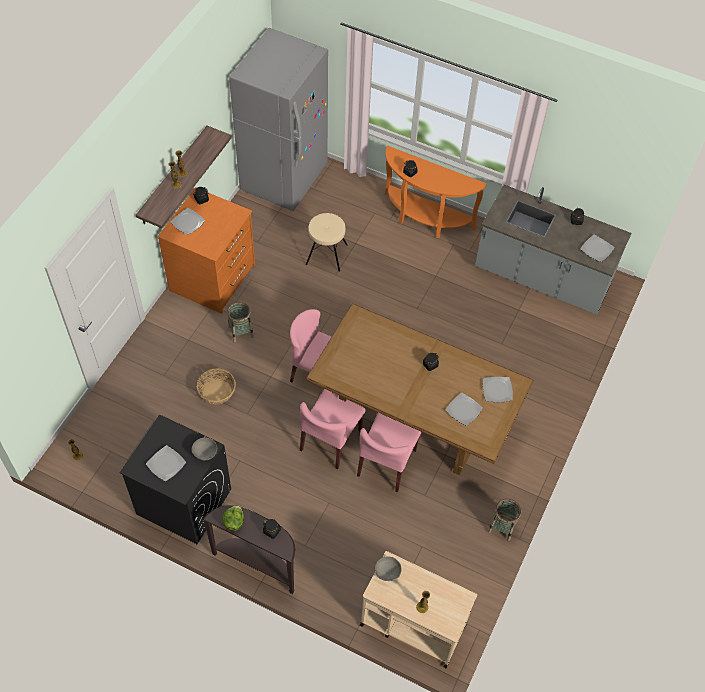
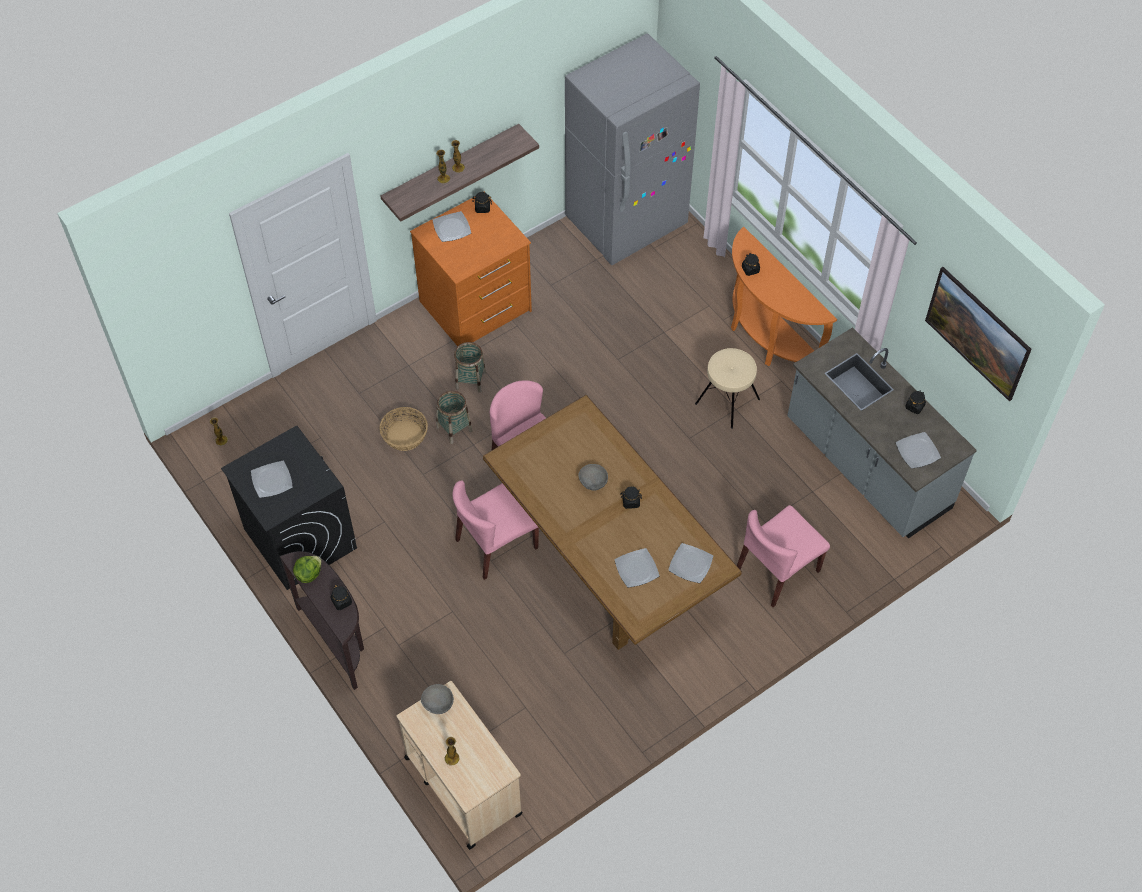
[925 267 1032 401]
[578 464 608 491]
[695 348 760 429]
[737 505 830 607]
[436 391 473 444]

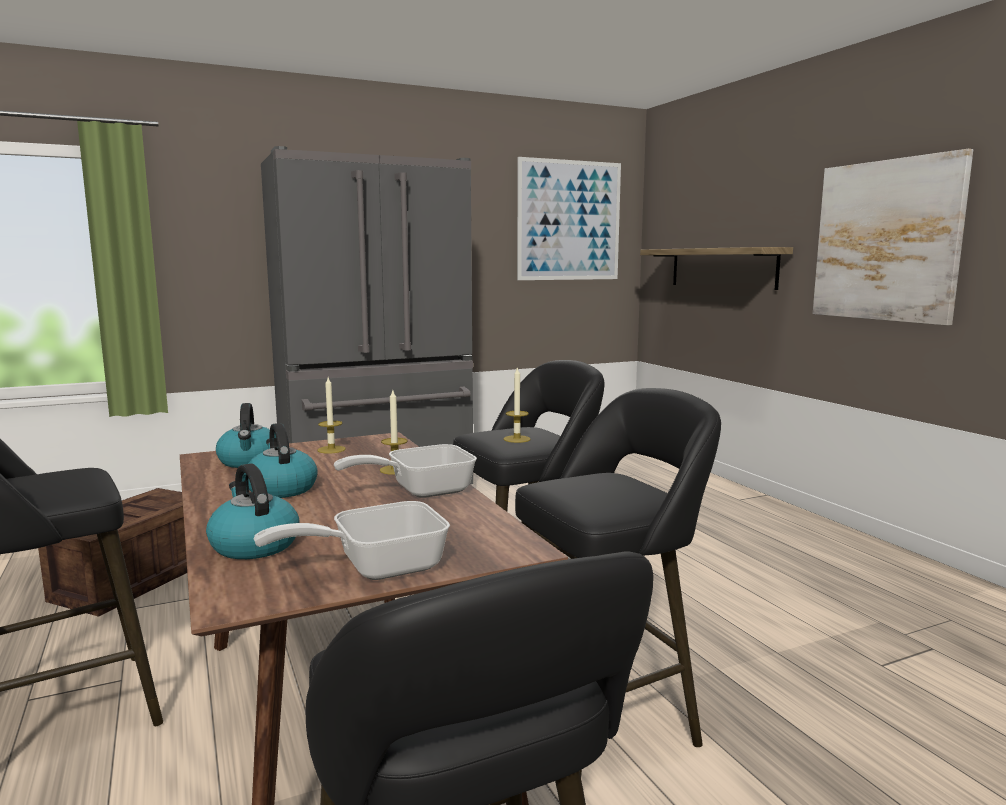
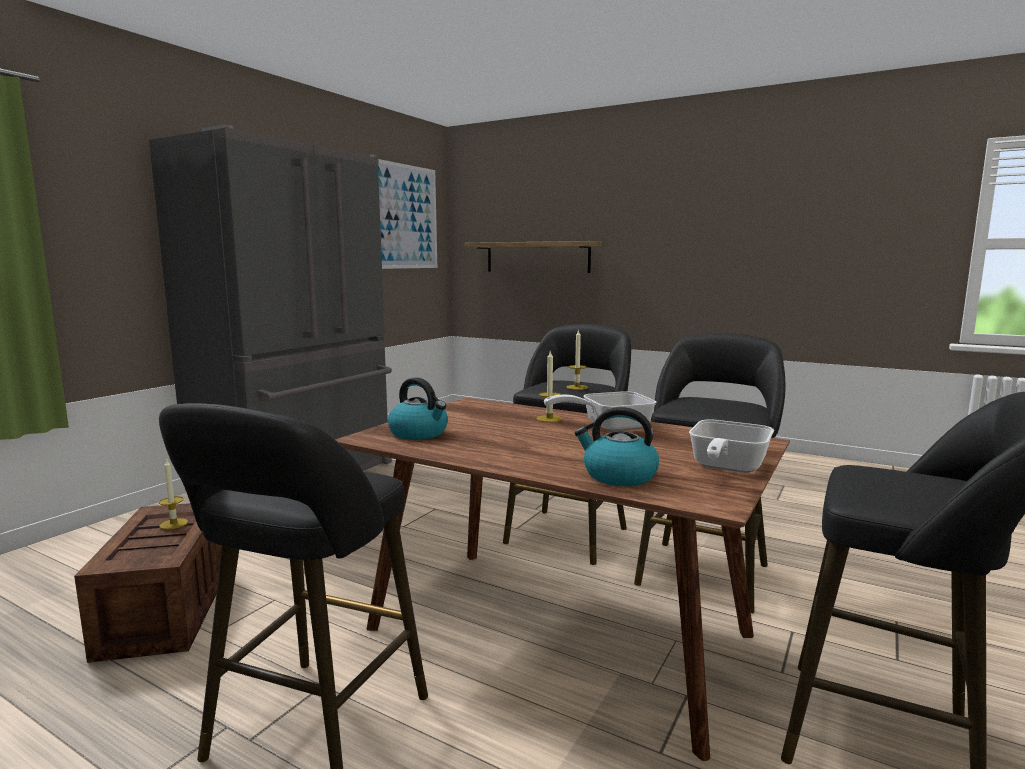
[248 423 318 498] (first image)
[813 149 973 325] (first image)
[159 458 188 530]
[544 391 656 431]

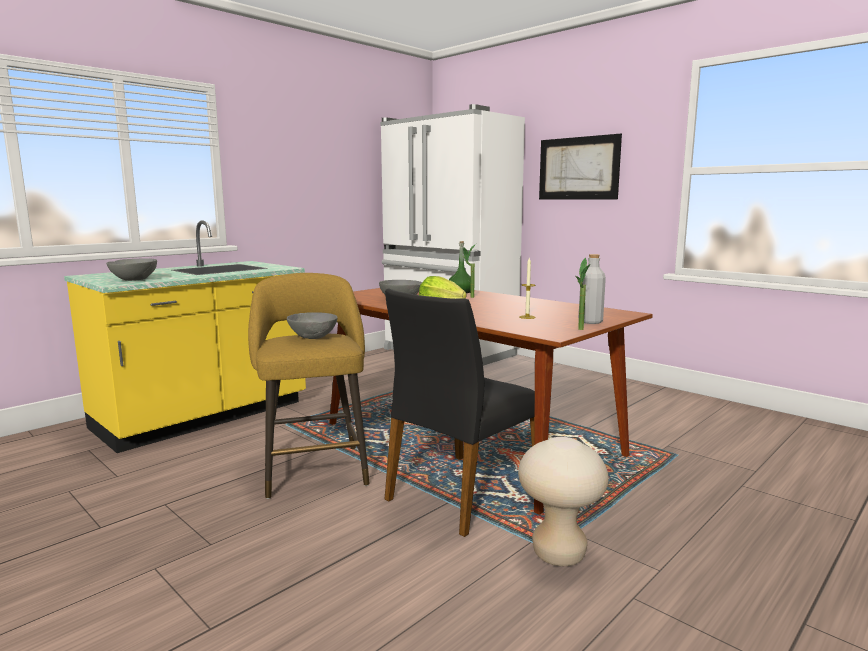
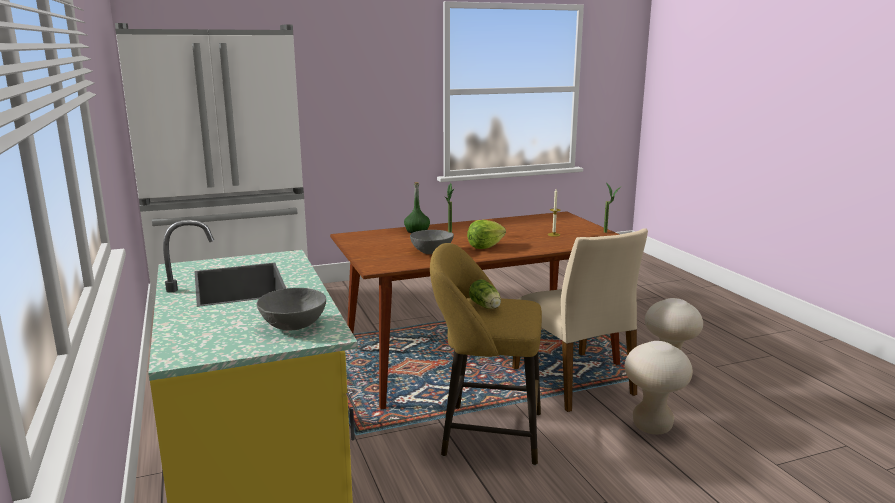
[539 134 622 200] (first image)
[579 254 606 324] (first image)
[625 341 693 434]
[469 279 501 309]
[512 228 648 412]

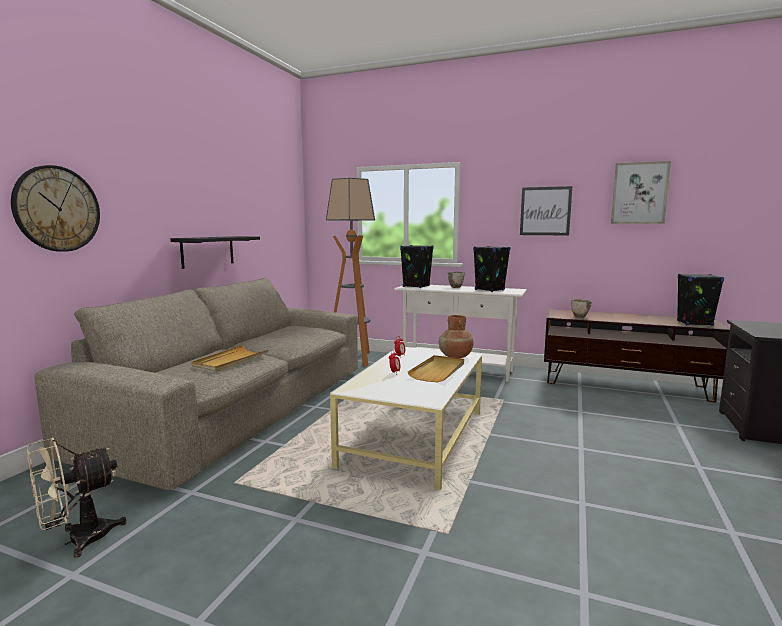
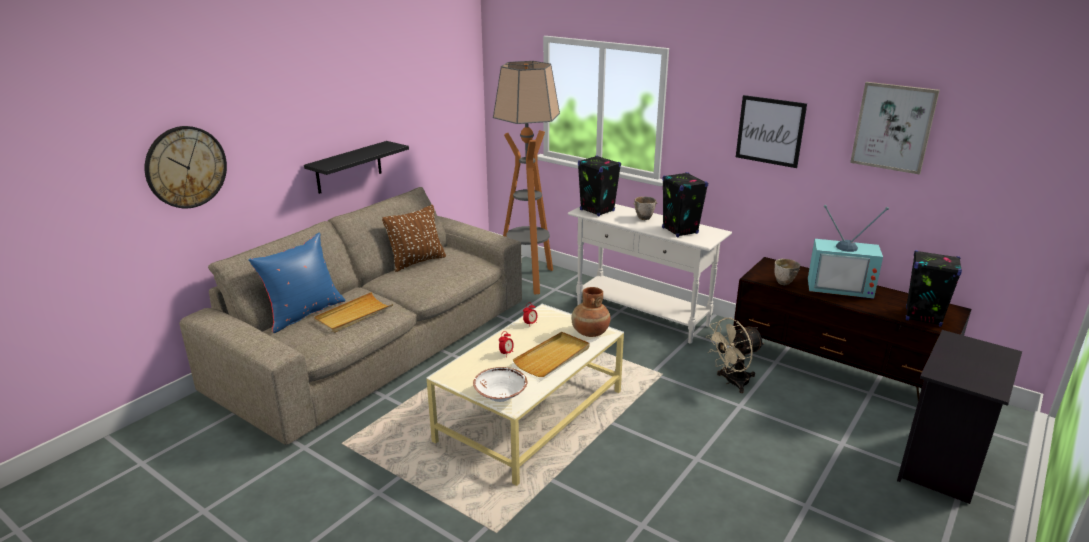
[248 233 346 333]
[382 205 446 272]
[473 367 527 402]
[808 205 889 299]
[706 318 765 393]

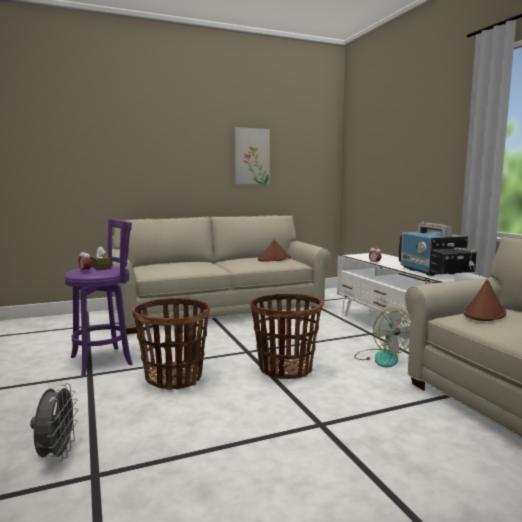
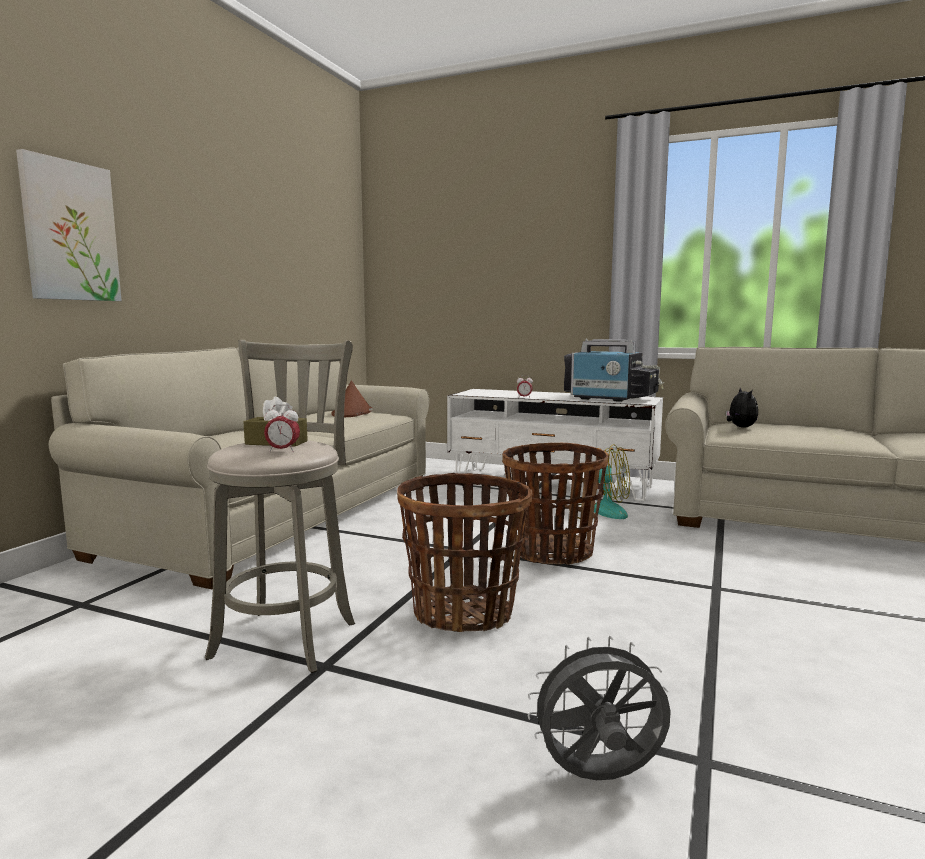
[16 149 122 301]
[726 387 758 428]
[205 340 355 673]
[528 636 671 780]

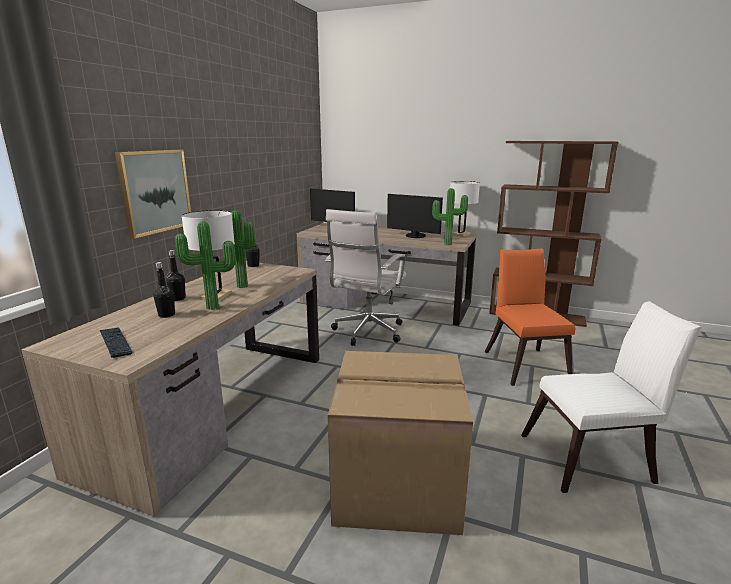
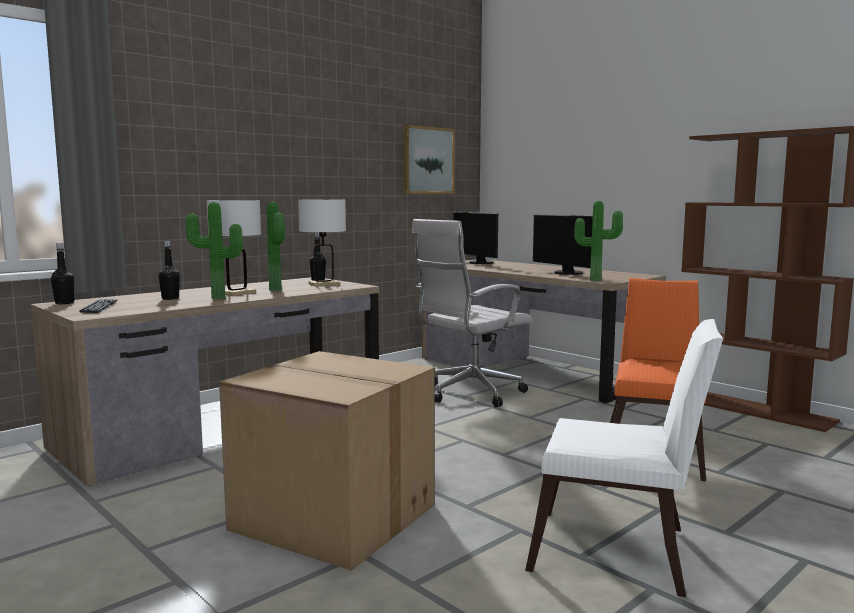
[404 125 455 194]
[51 243 75 304]
[298 200 346 286]

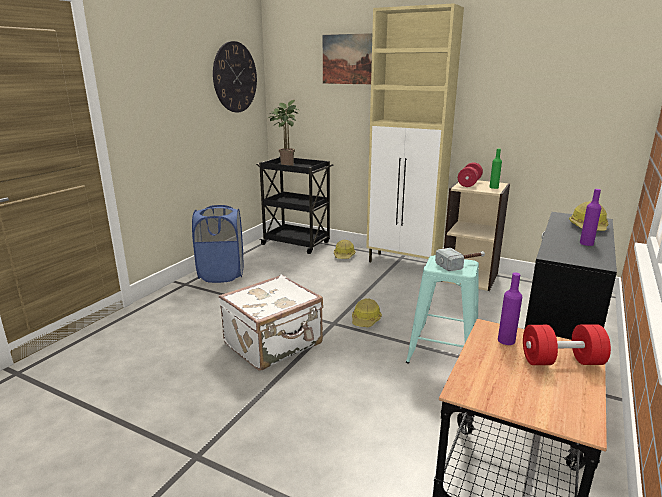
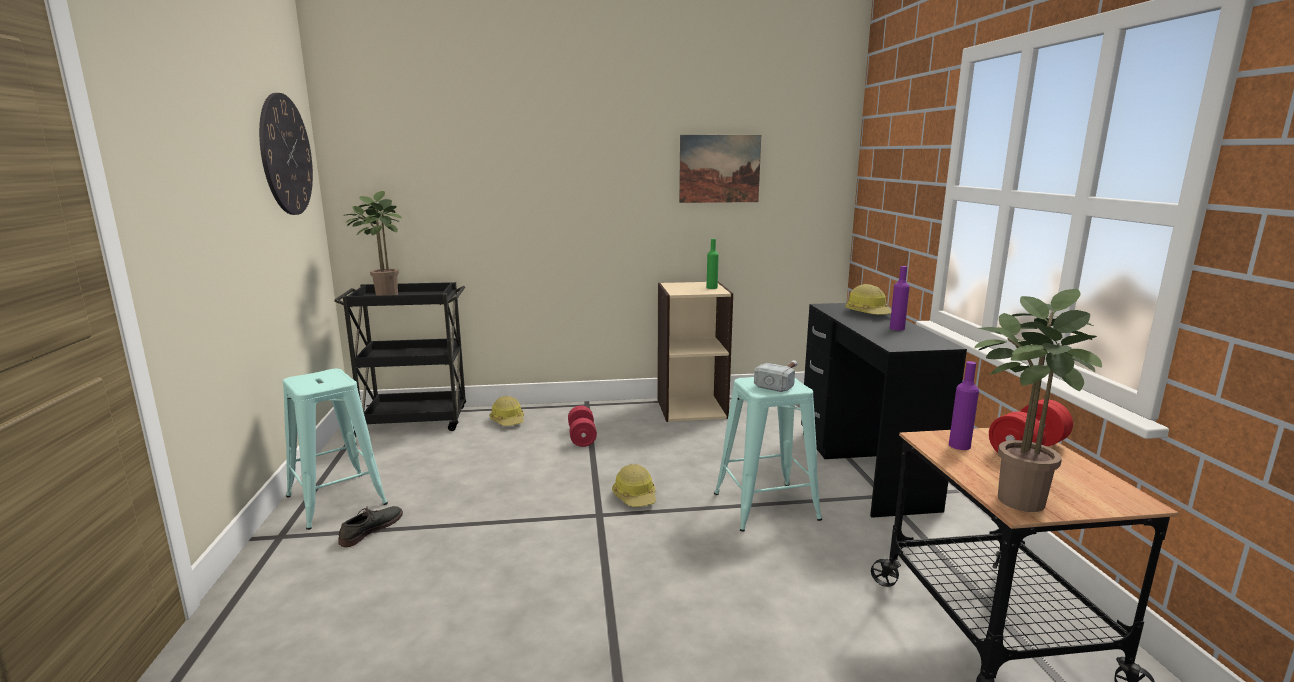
[218 275 323 371] (first image)
[366 3 464 262] (first image)
[338 506 403 547]
[974 289 1102 512]
[679 135 761 203]
[568 406 597 447]
[283 369 388 530]

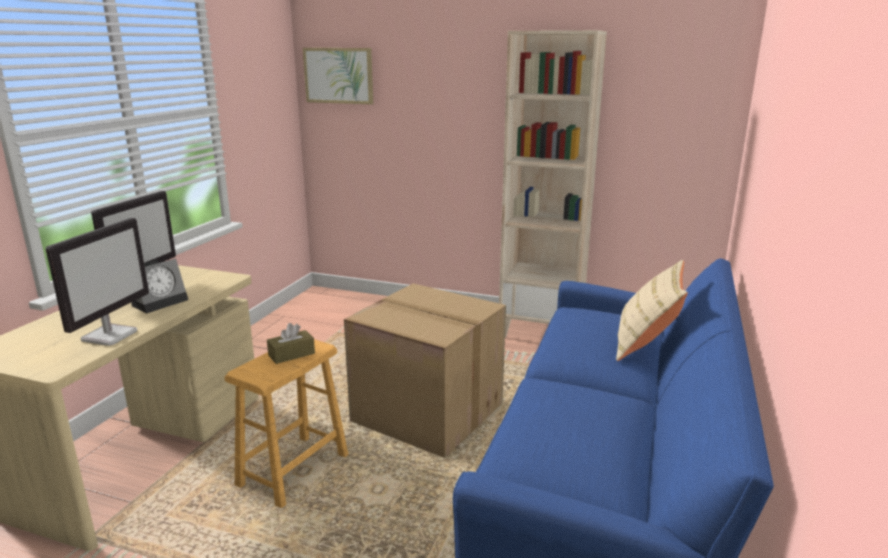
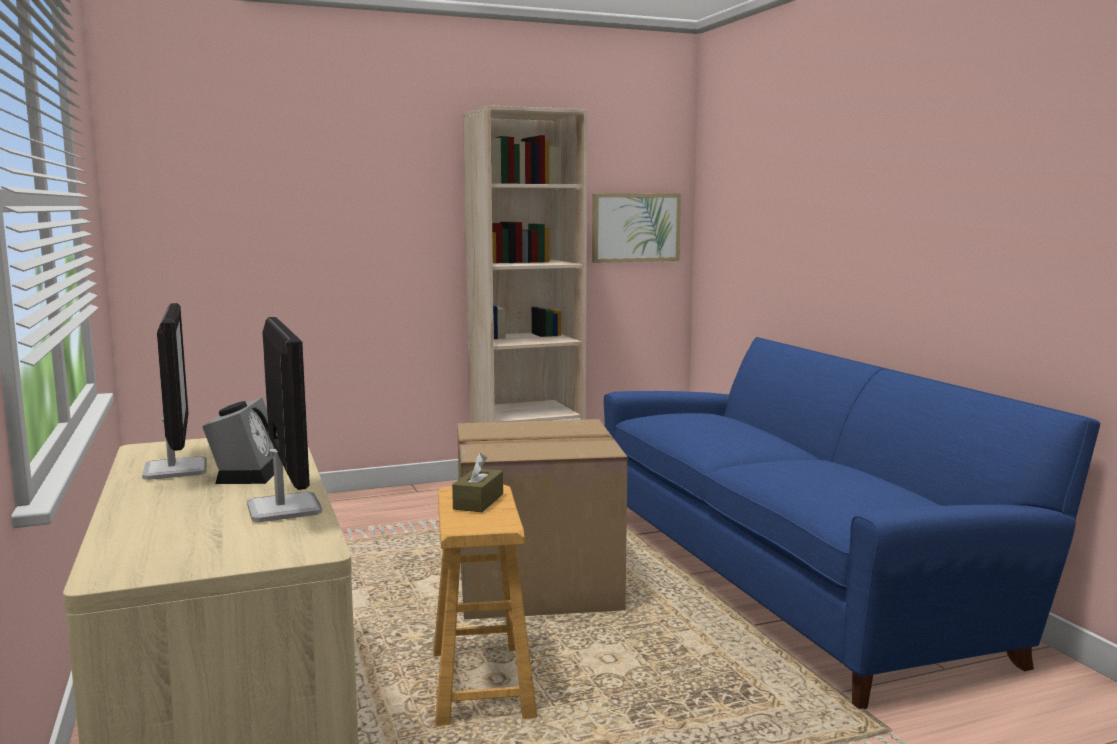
[616 260 688 361] (first image)
[592 193 681 263]

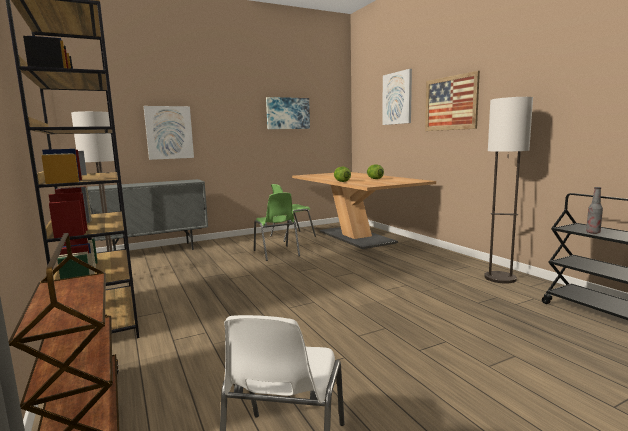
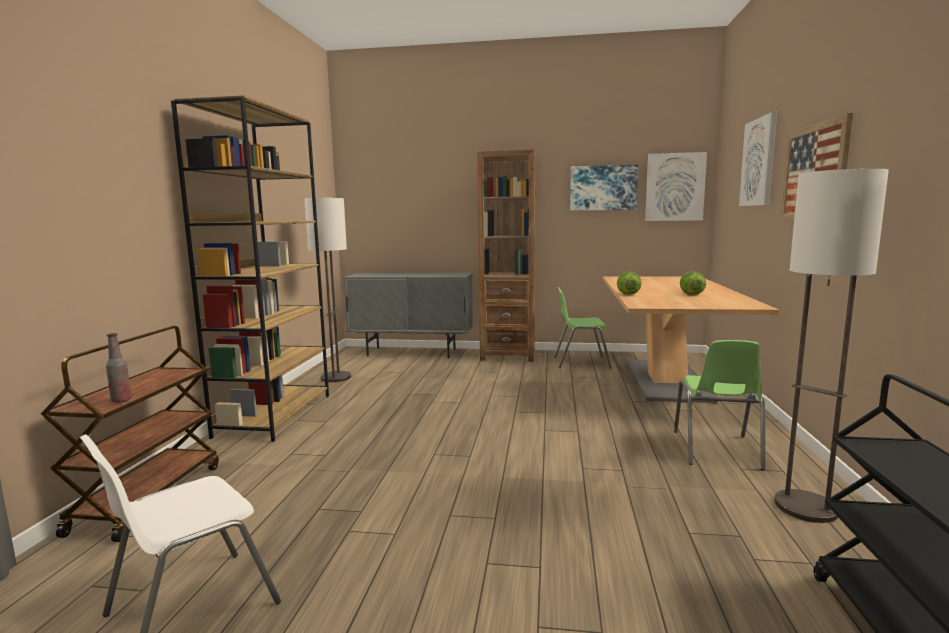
[477 149 536 362]
[645 152 707 221]
[674 340 765 470]
[106 333 132 403]

